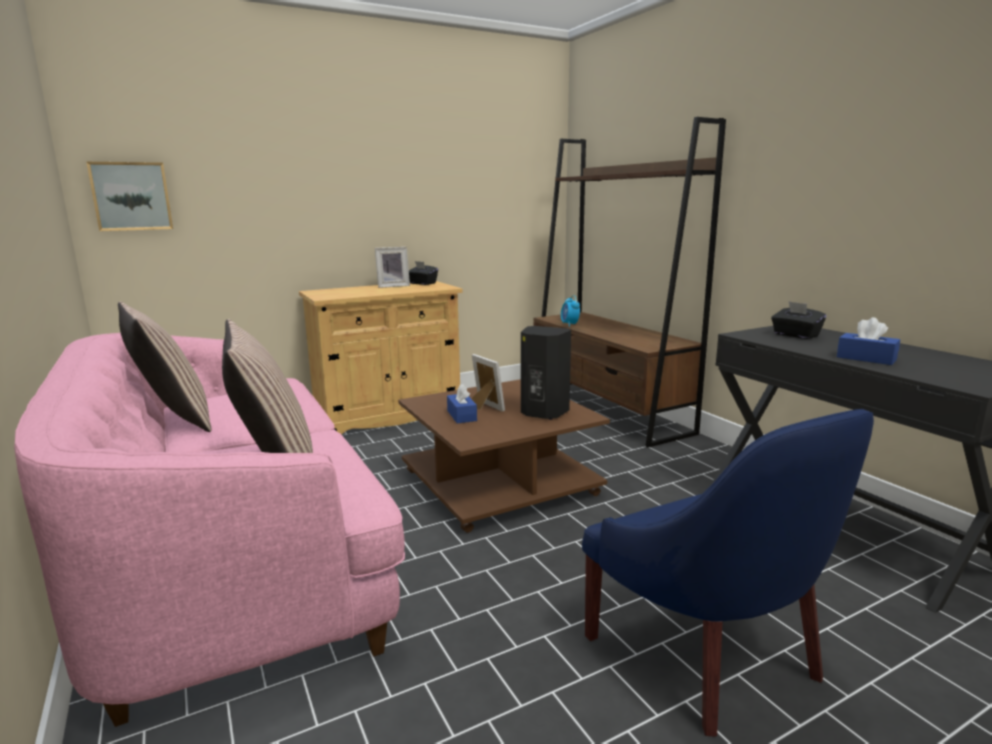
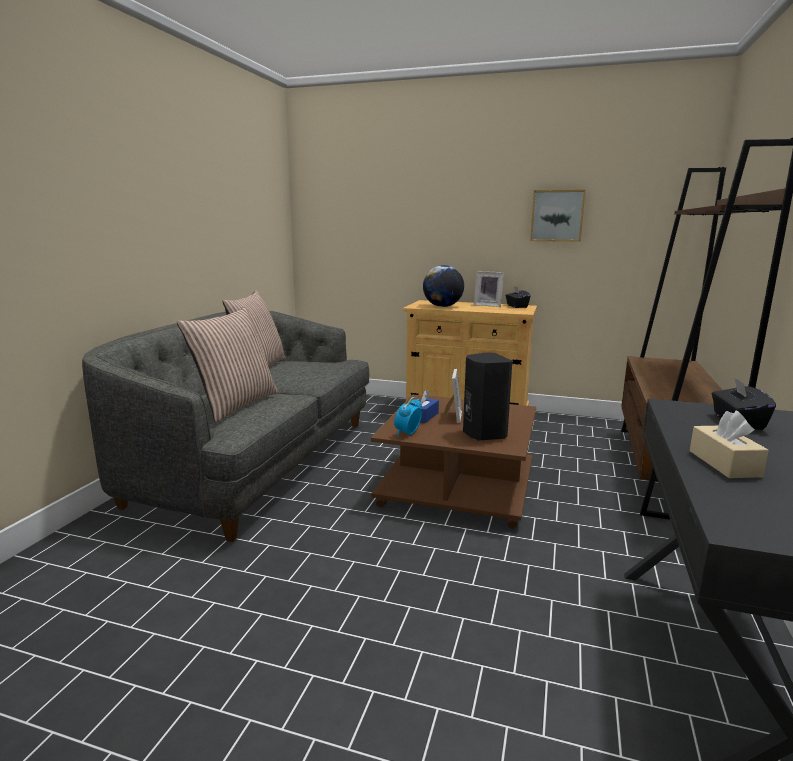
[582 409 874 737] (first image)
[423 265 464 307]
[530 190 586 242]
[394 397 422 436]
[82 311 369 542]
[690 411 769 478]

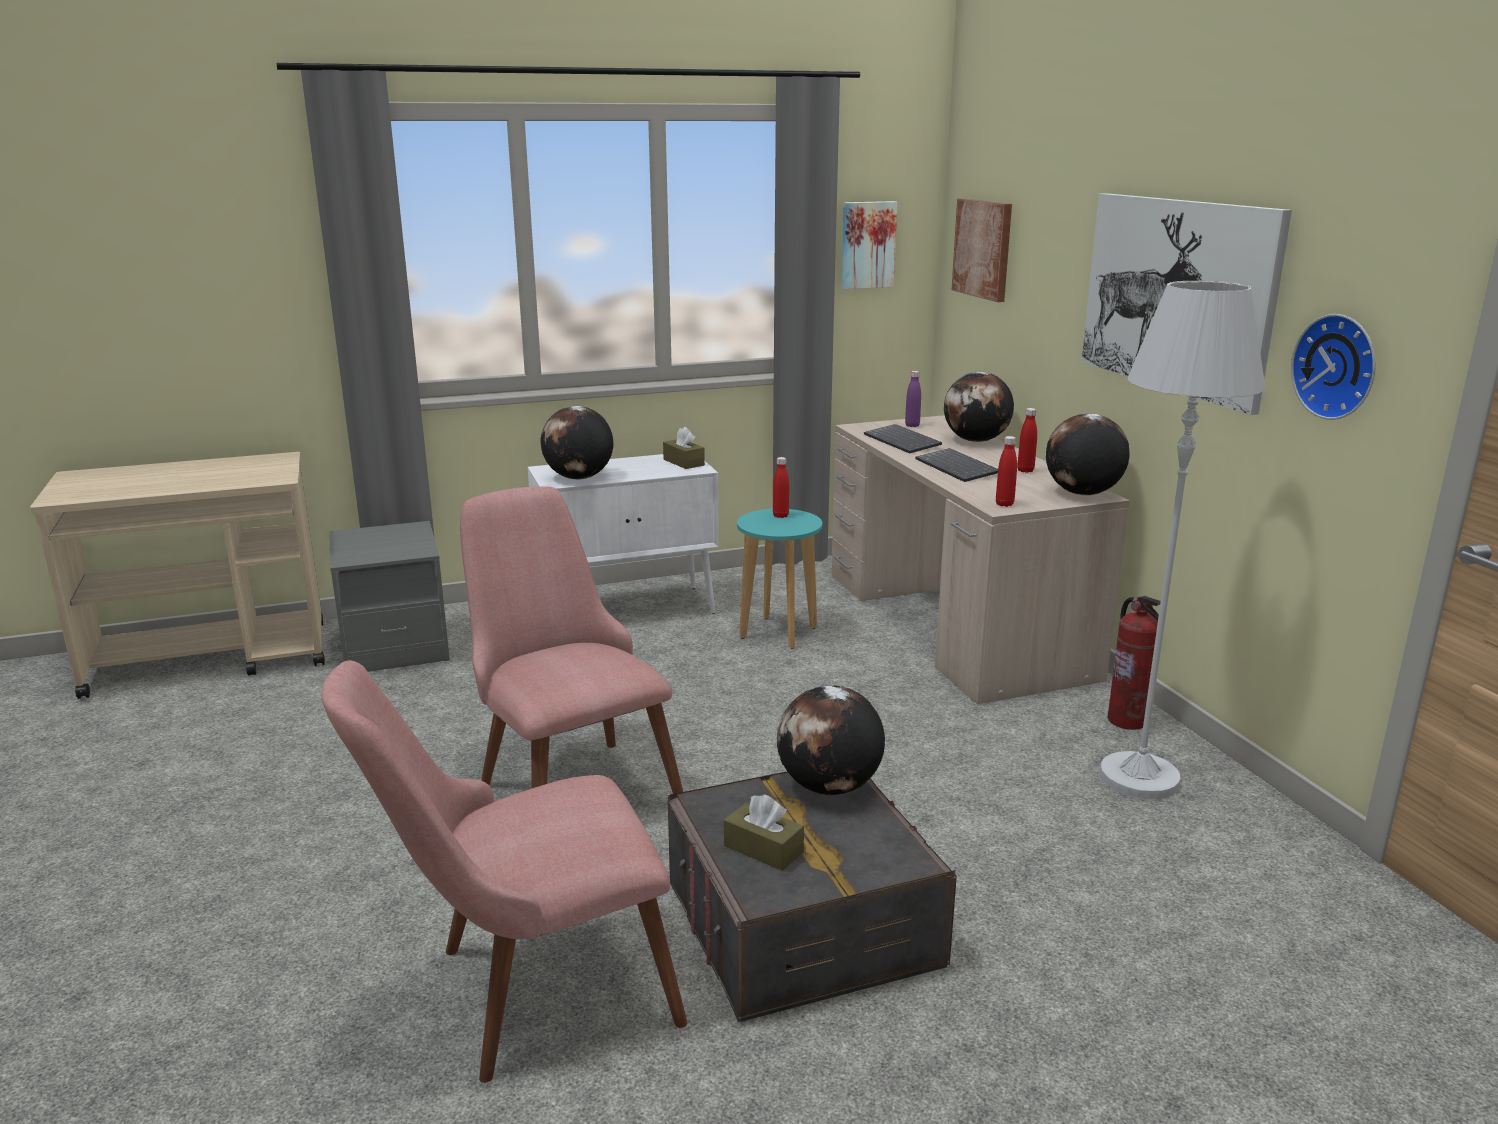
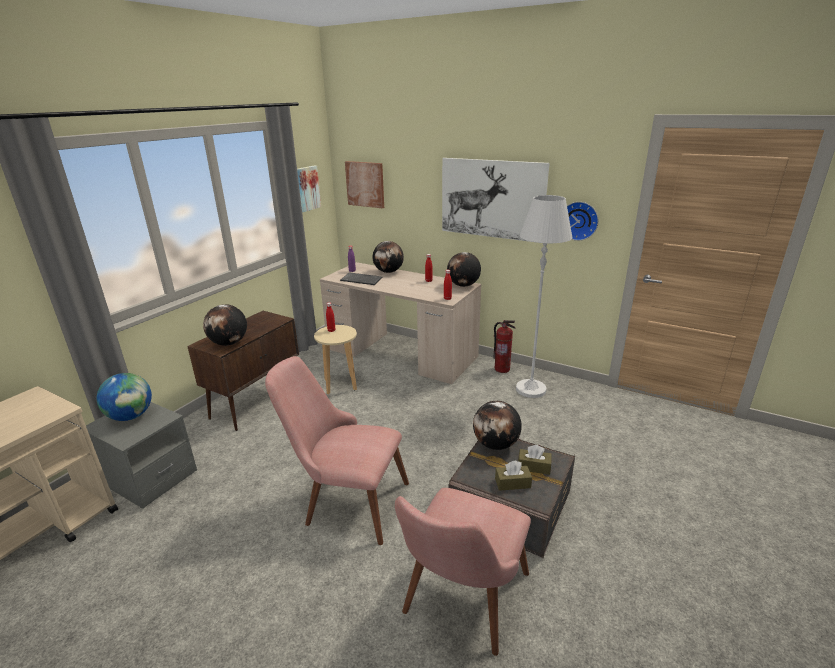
[916 448 998 482] (first image)
[97 373 152 421]
[518 445 552 475]
[187 311 299 431]
[314 325 357 394]

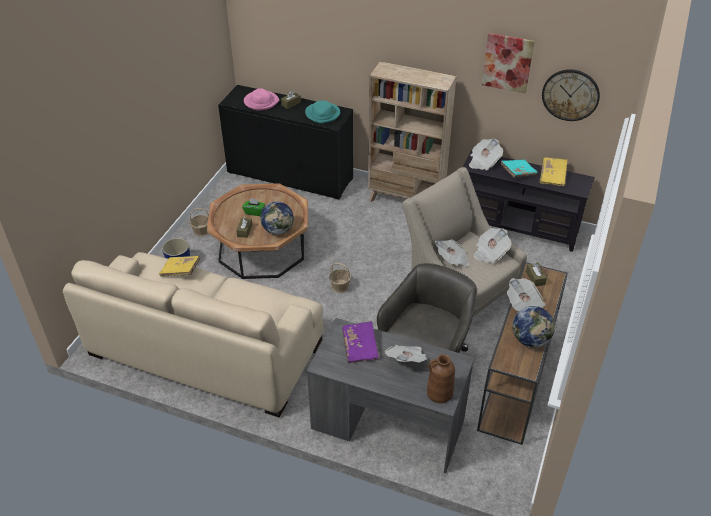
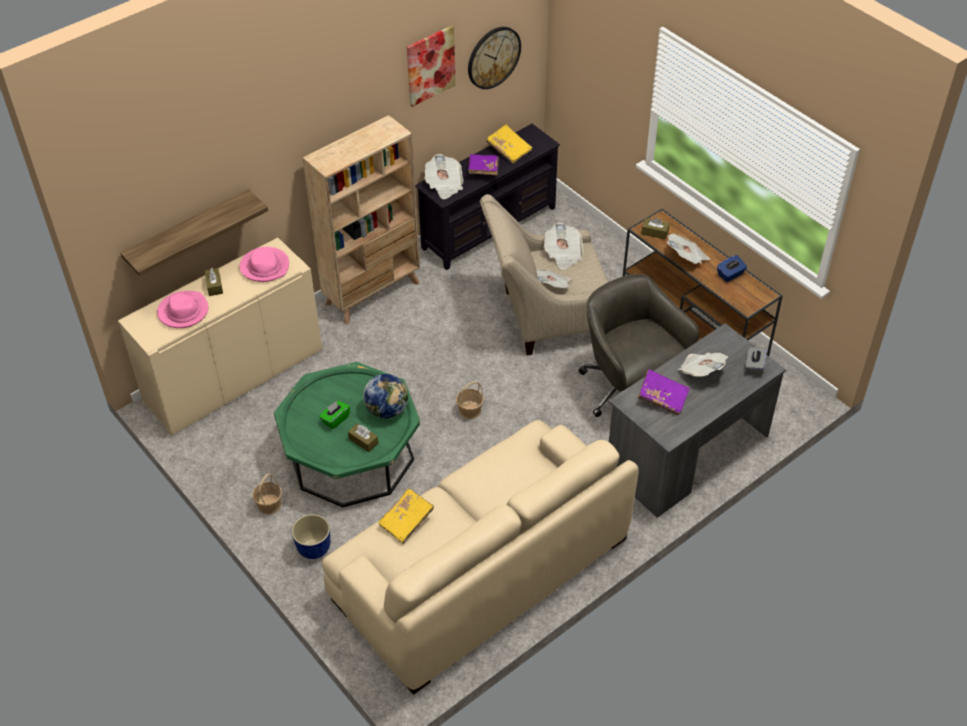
[120 189 268 276]
[746 347 767 375]
[717 255 747 282]
[274 362 420 507]
[118 238 322 435]
[240 247 289 282]
[468 154 499 175]

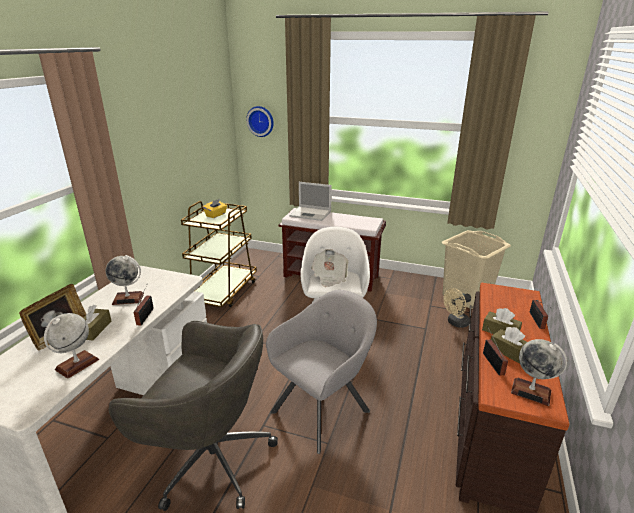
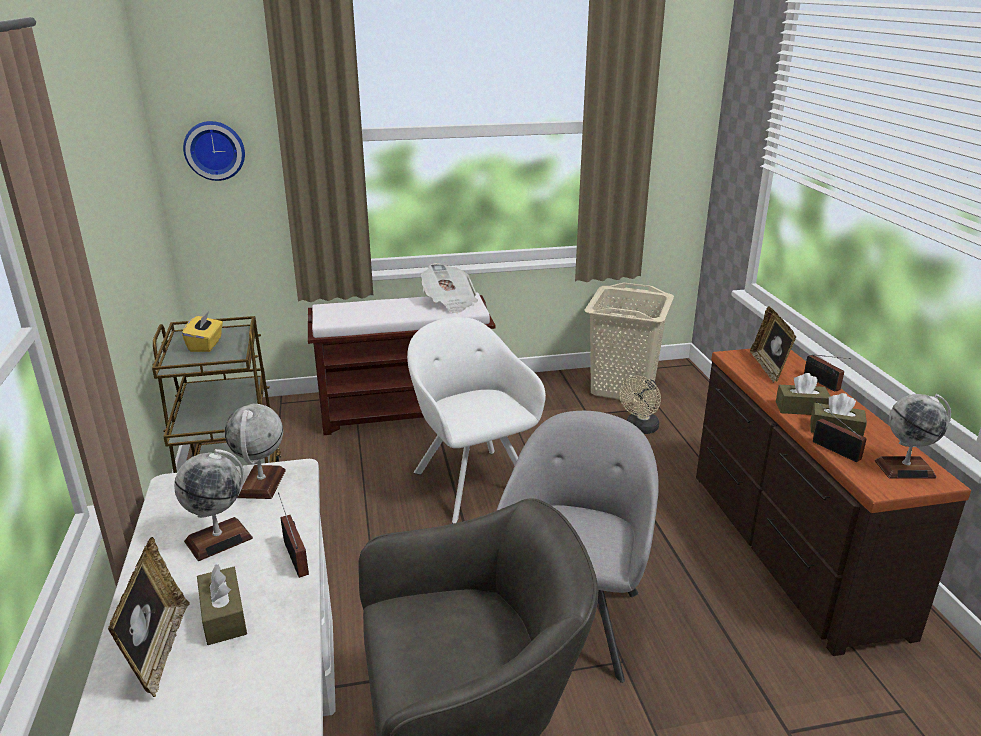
[289 182 332 221] (first image)
[750 306 796 383]
[225 404 286 499]
[421 263 478 313]

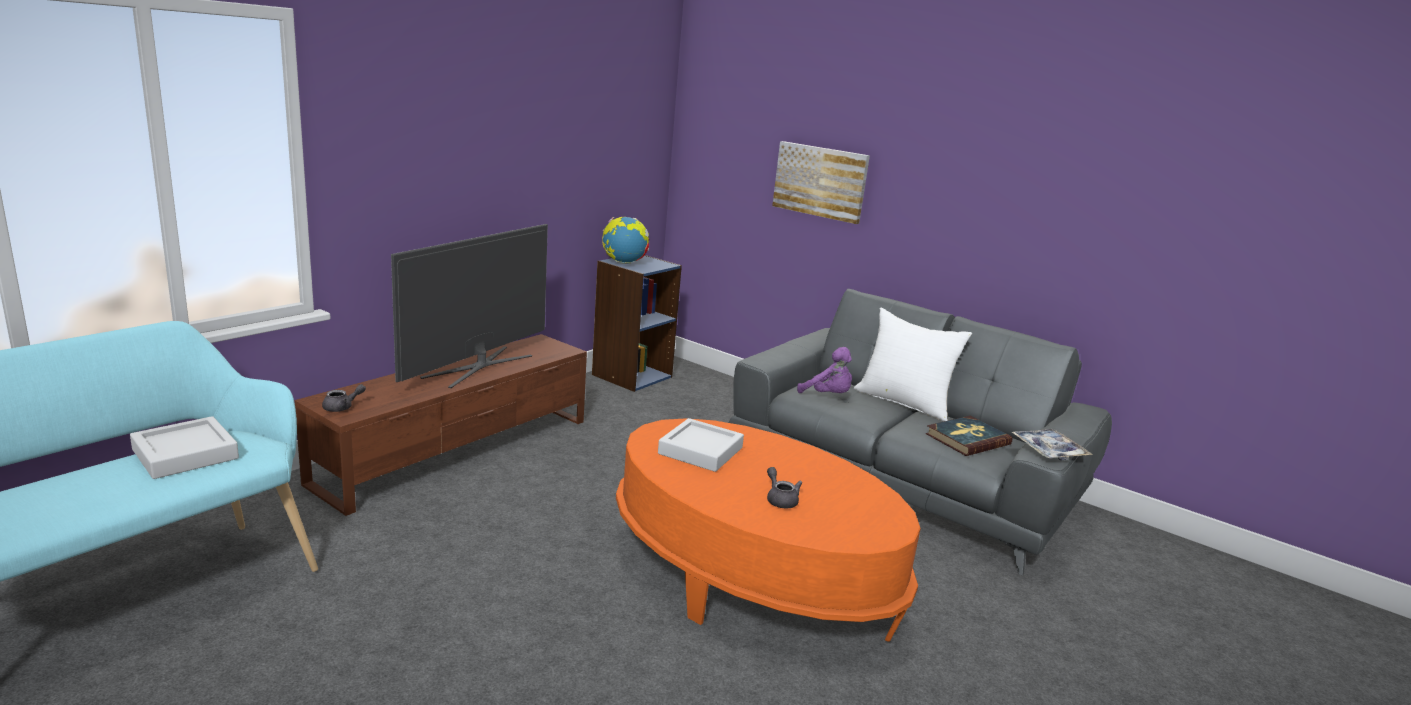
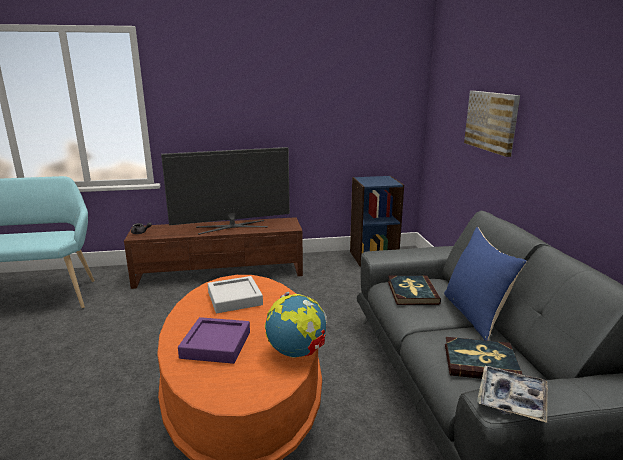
[130 416 239 479] (first image)
[265 292 327 358]
[178 317 250 364]
[388 275 441 305]
[444 227 527 341]

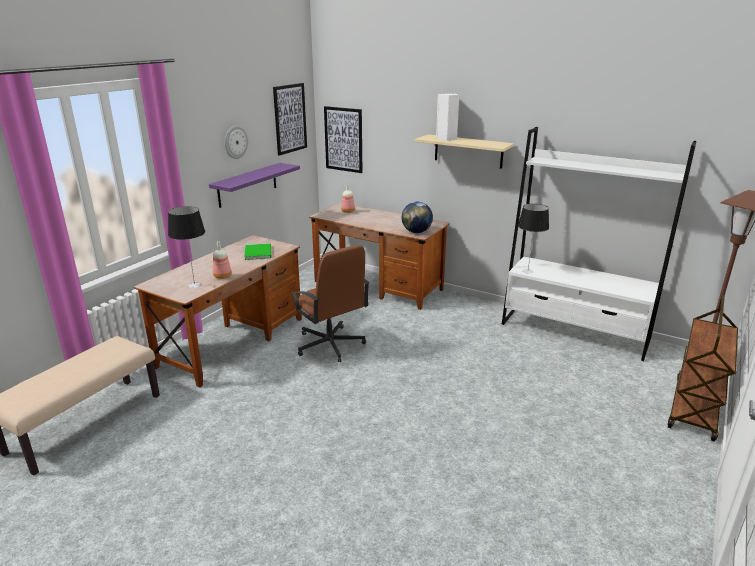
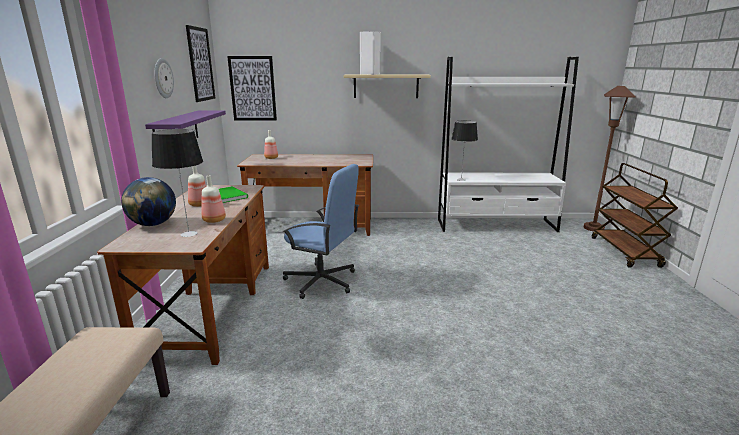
[188 166 207 207]
[121 177 176 226]
[283 164 359 299]

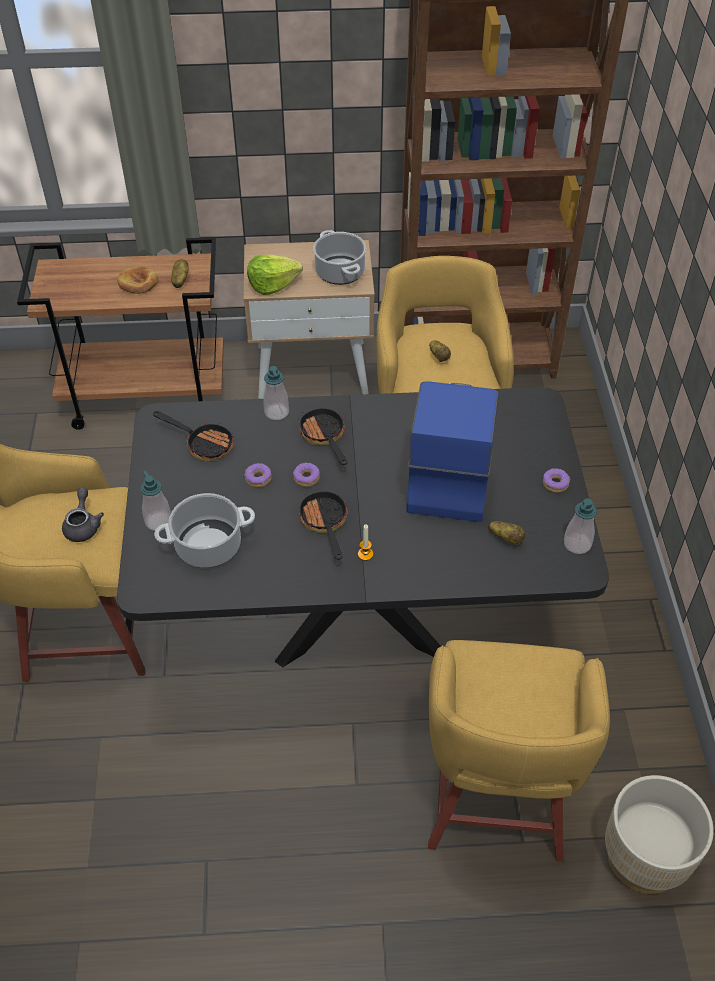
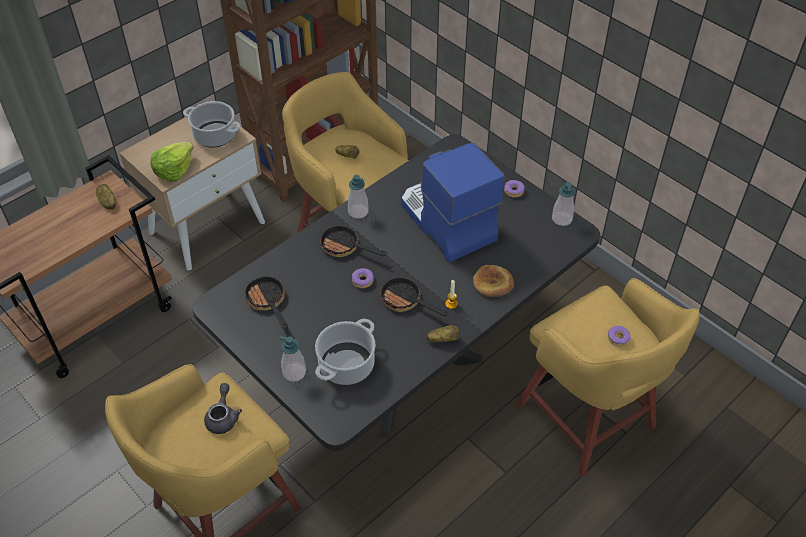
[605 775 714 894] (first image)
[473 265 514 297]
[608 326 631 346]
[348 175 368 219]
[427 325 460 342]
[204 383 242 434]
[243 276 288 329]

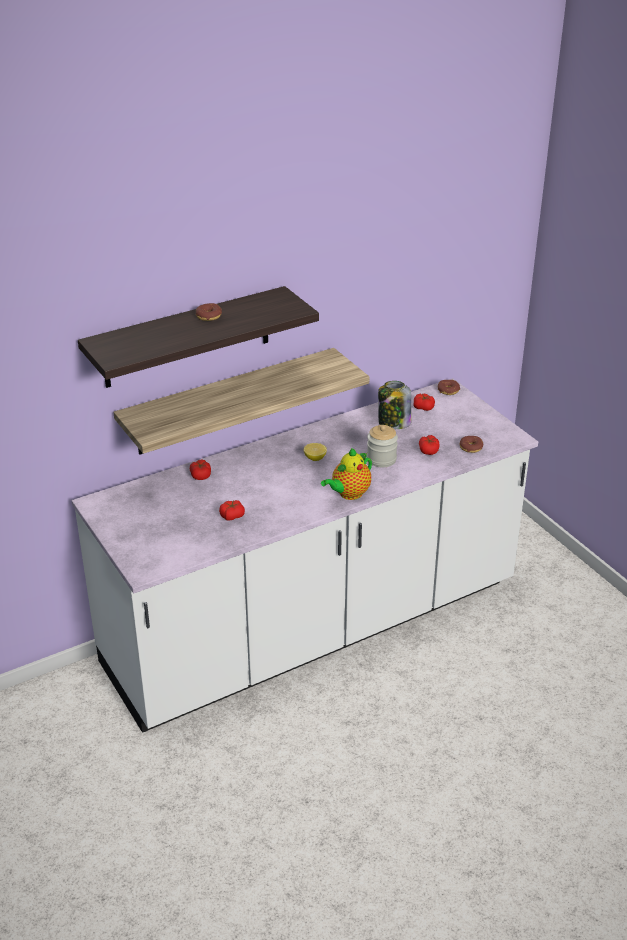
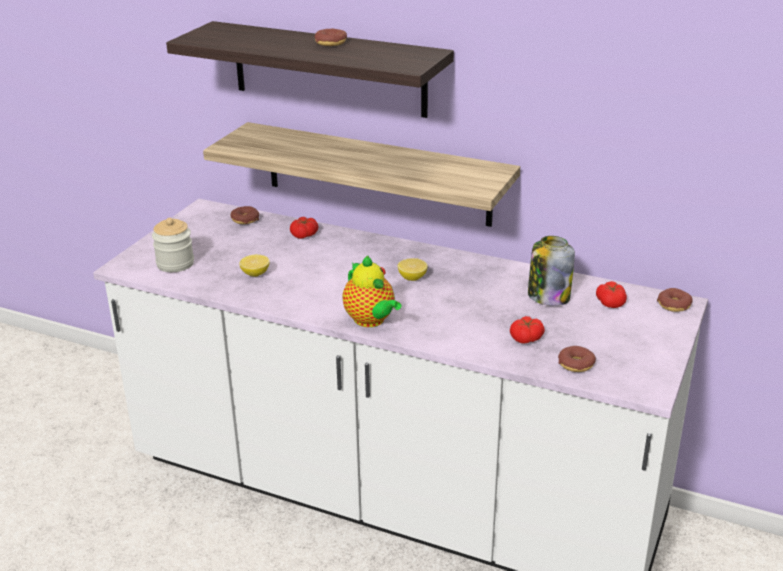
[231 206 259 224]
[152 218 194 272]
[239 255 270 277]
[342 256 401 327]

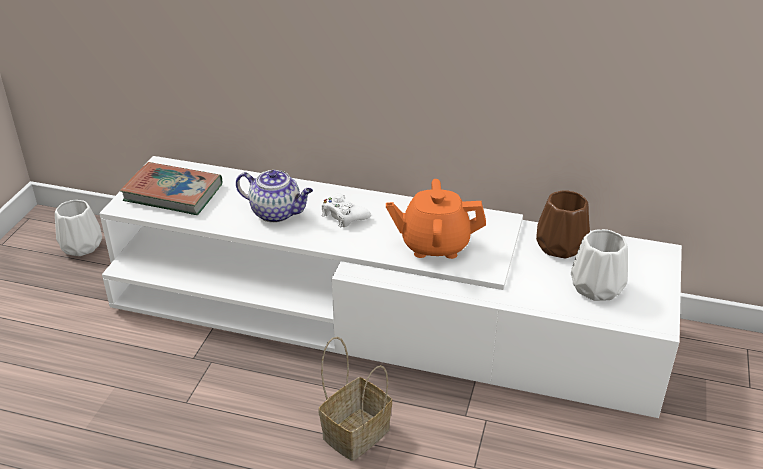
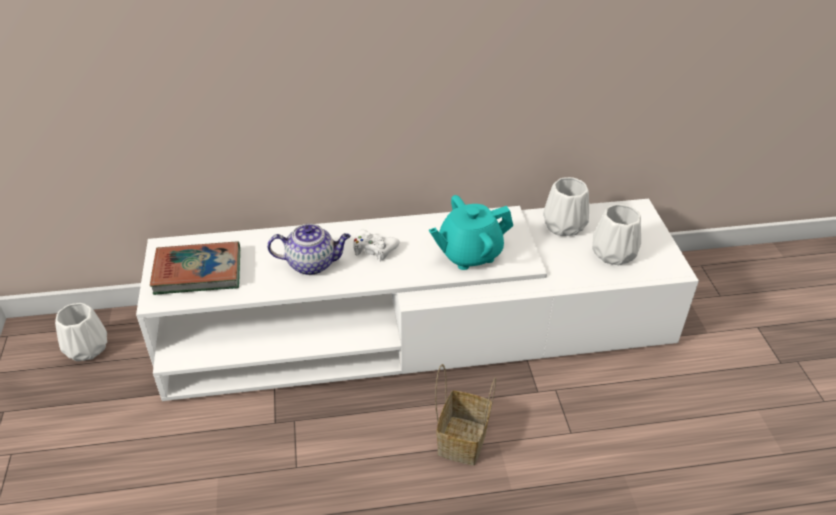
[429 195 513 270]
[543 177 589 236]

